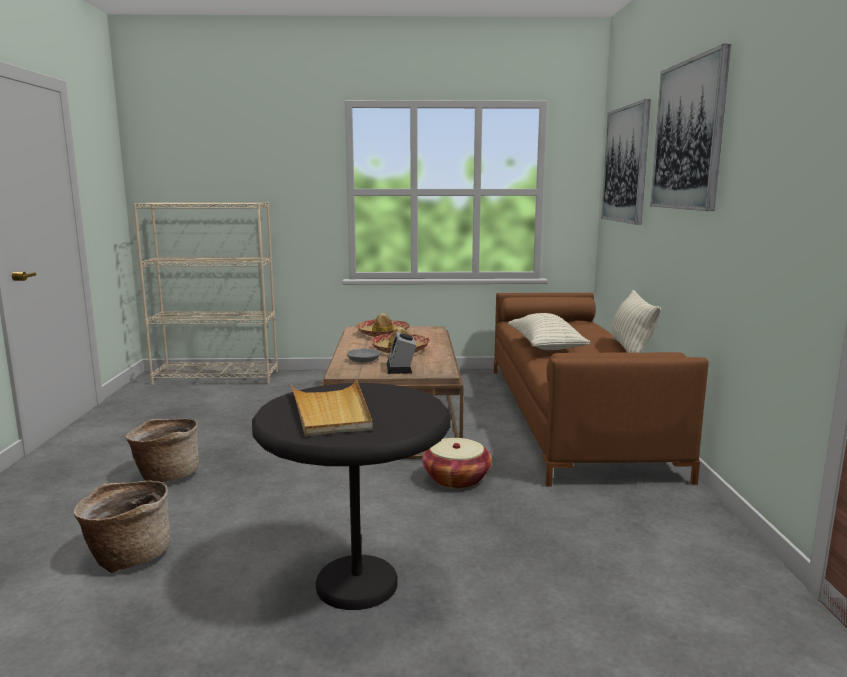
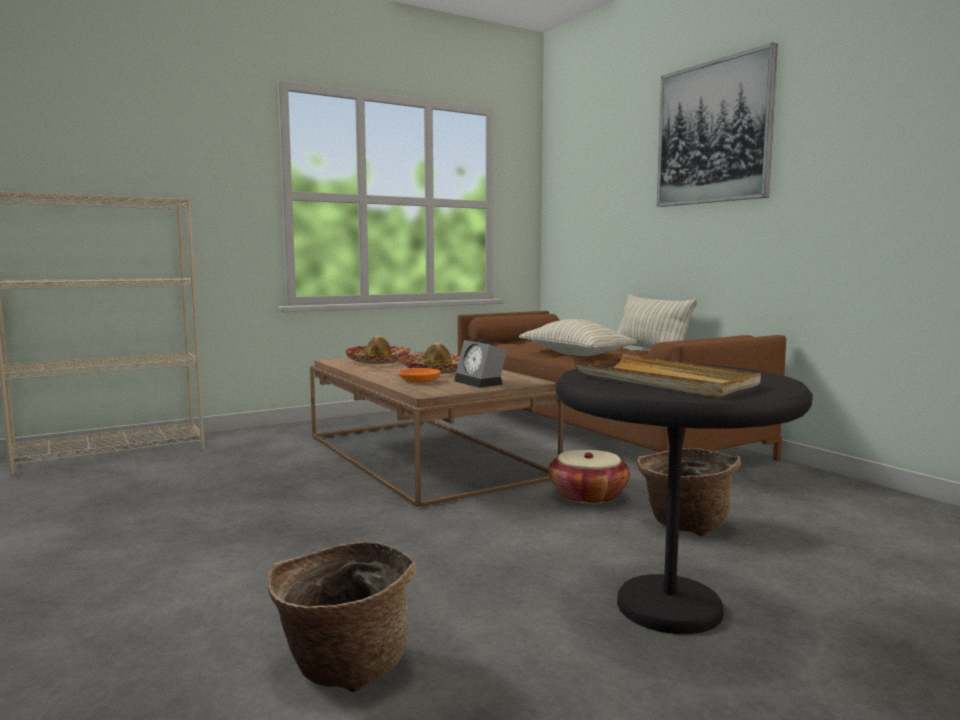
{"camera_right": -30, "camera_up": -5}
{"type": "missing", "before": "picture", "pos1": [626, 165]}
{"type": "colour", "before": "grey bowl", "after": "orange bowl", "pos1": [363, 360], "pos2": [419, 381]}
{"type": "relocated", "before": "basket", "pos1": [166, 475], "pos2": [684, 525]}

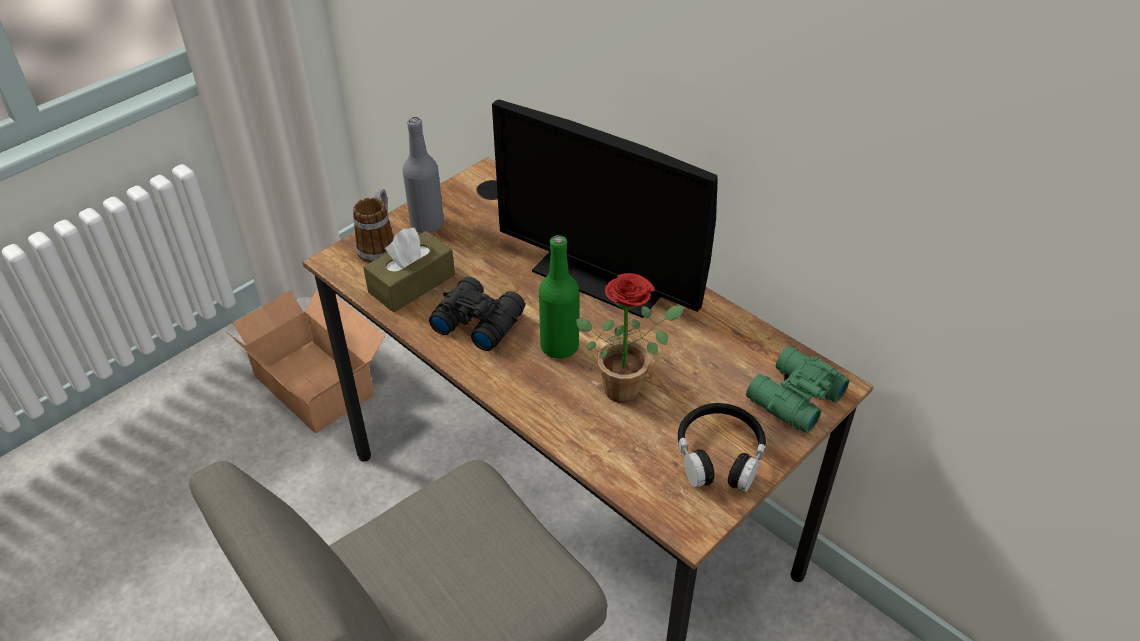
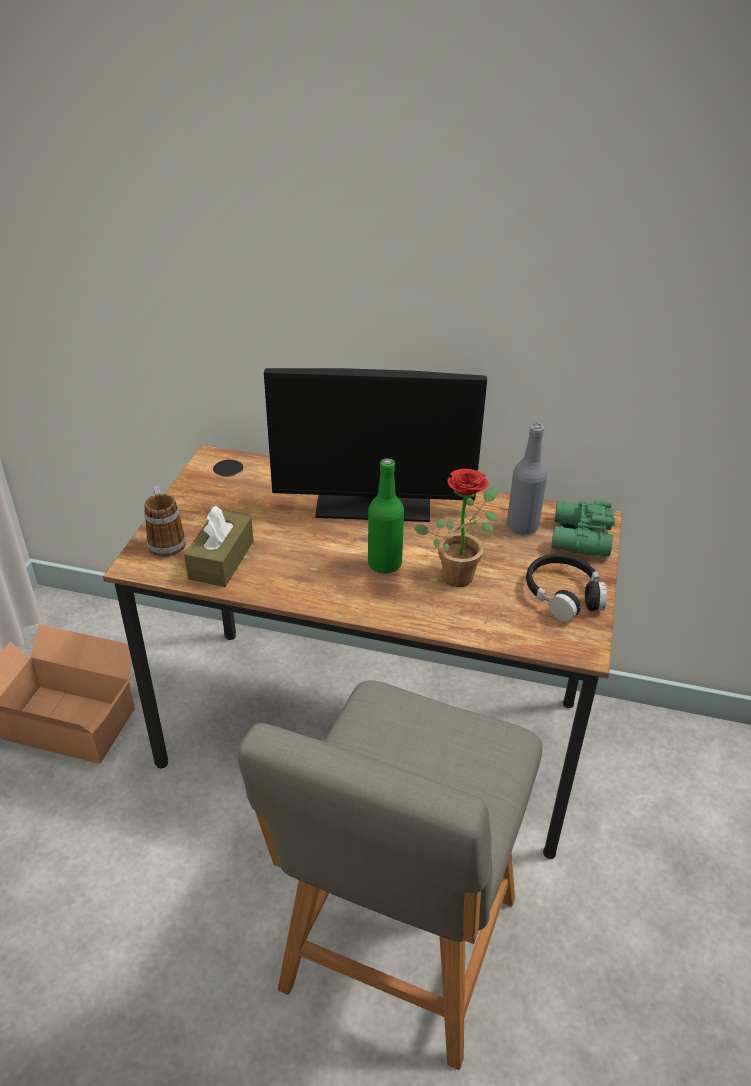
{"camera_right": -30, "camera_up": -5}
{"type": "relocated", "before": "grey bottle", "pos1": [427, 224], "pos2": [522, 526]}
{"type": "missing", "before": "black binoculars", "pos1": [478, 321]}

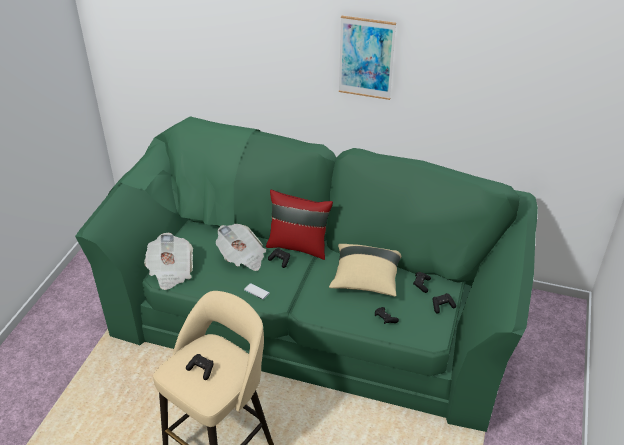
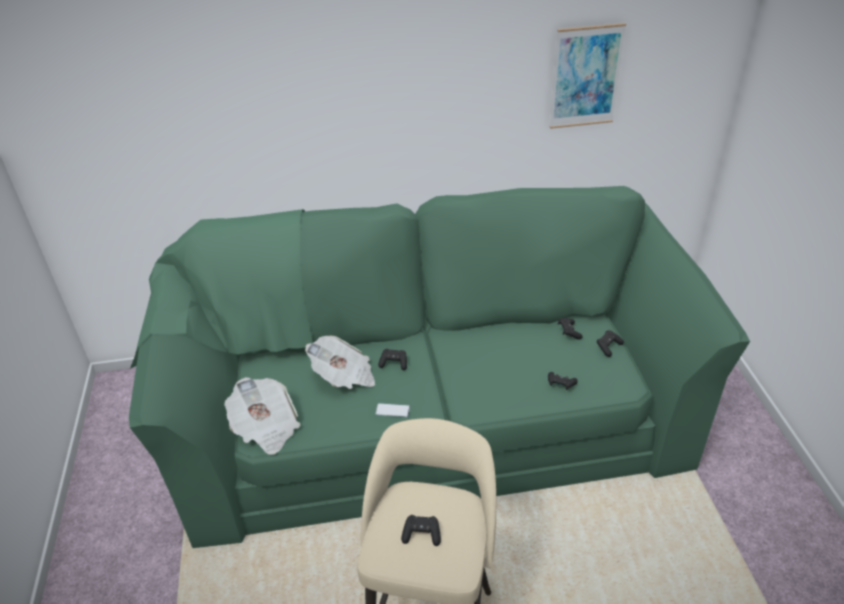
{"camera_right": -25, "camera_up": 0}
{"type": "relocated", "before": "picture", "pos1": [366, 58], "pos2": [585, 77]}
{"type": "missing", "before": "red pillow", "pos1": [298, 246]}
{"type": "missing", "before": "beige pillow", "pos1": [366, 279]}

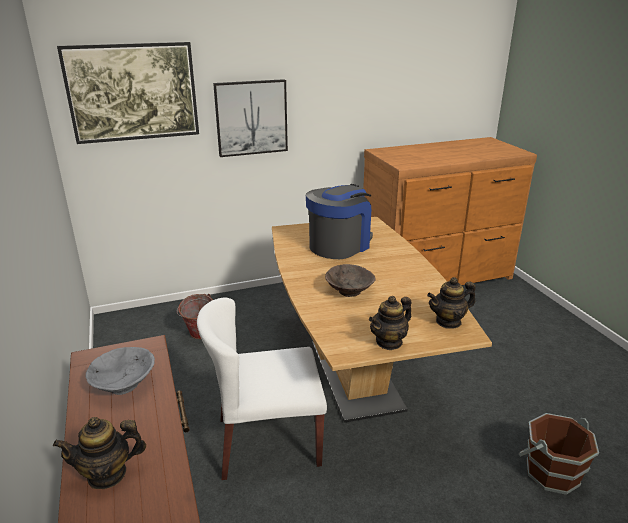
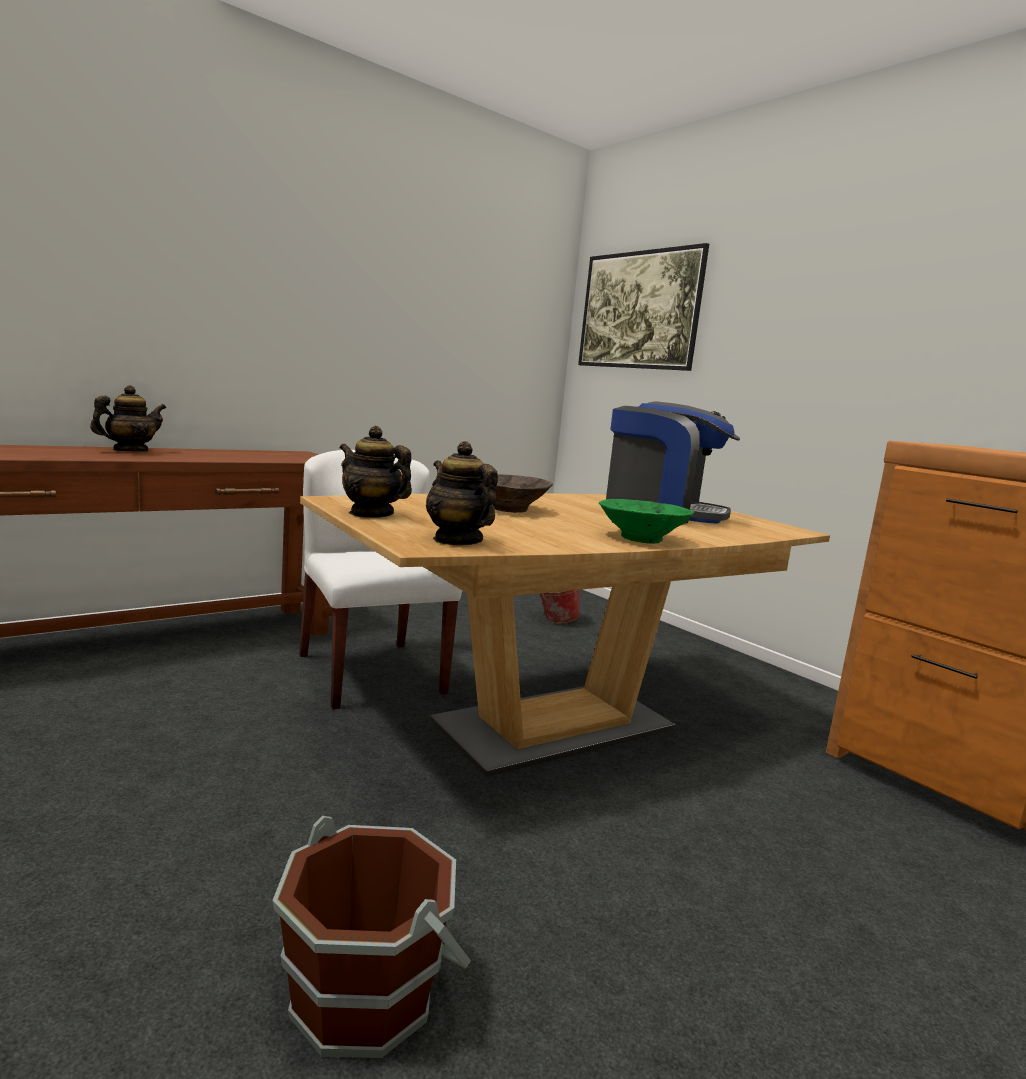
{"camera_right": 70, "camera_up": -15}
{"type": "missing", "before": "picture", "pos1": [251, 118]}
{"type": "missing", "before": "grey bowl", "pos1": [124, 384]}
{"type": "spun", "before": "teapot", "pos1": [107, 474], "pos2": [130, 451], "turn": 75}
{"type": "appeared", "after": "green bowl", "pos2": [643, 539]}

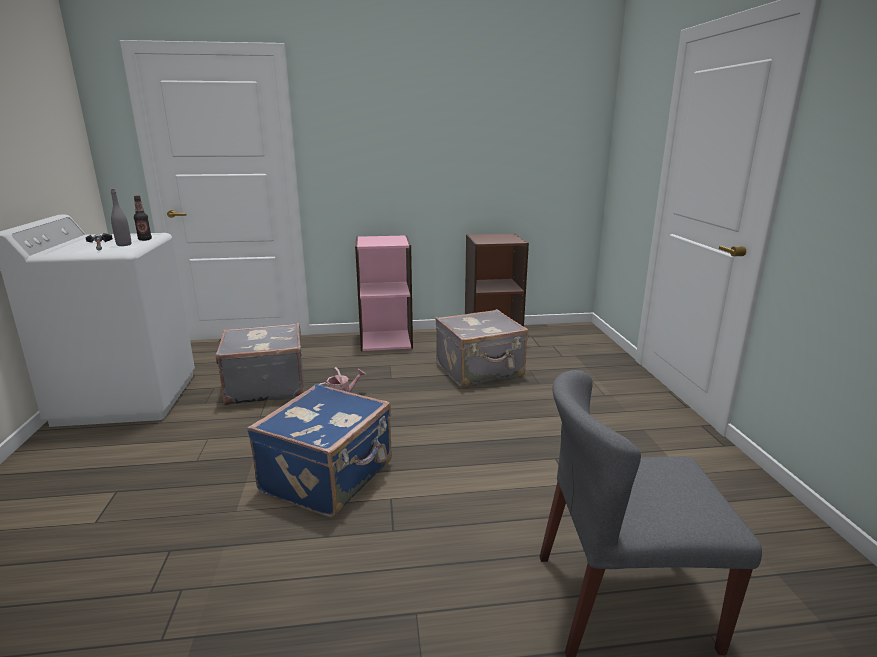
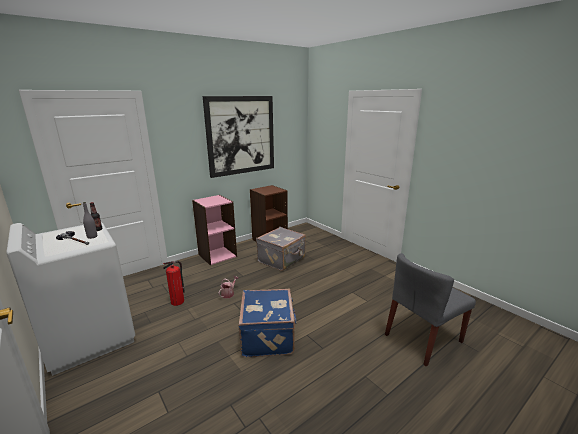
{"camera_right": -30, "camera_up": 0}
{"type": "exchanged", "before": "grey suitcase", "after": "fire extinguisher", "pos1": [265, 387], "pos2": [177, 301]}
{"type": "appeared", "after": "picture", "pos2": [241, 135]}

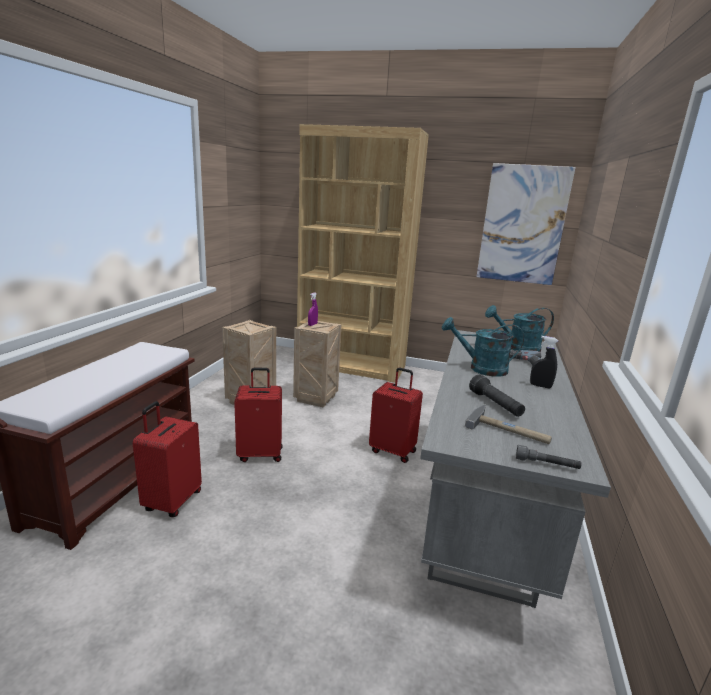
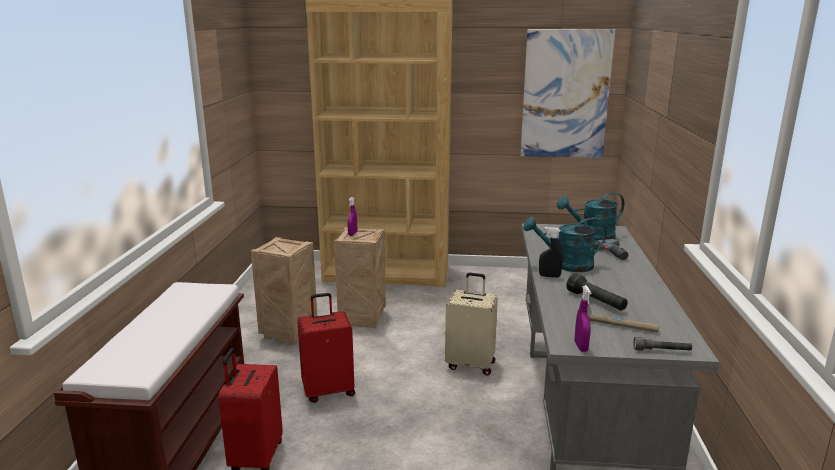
{"camera_right": -10, "camera_up": 0}
{"type": "relocated", "before": "black spray bottle", "pos1": [540, 386], "pos2": [549, 276]}
{"type": "colour", "before": "red suitcase", "after": "beige suitcase", "pos1": [393, 451], "pos2": [471, 364]}
{"type": "appeared", "after": "purple spray bottle", "pos2": [581, 347]}

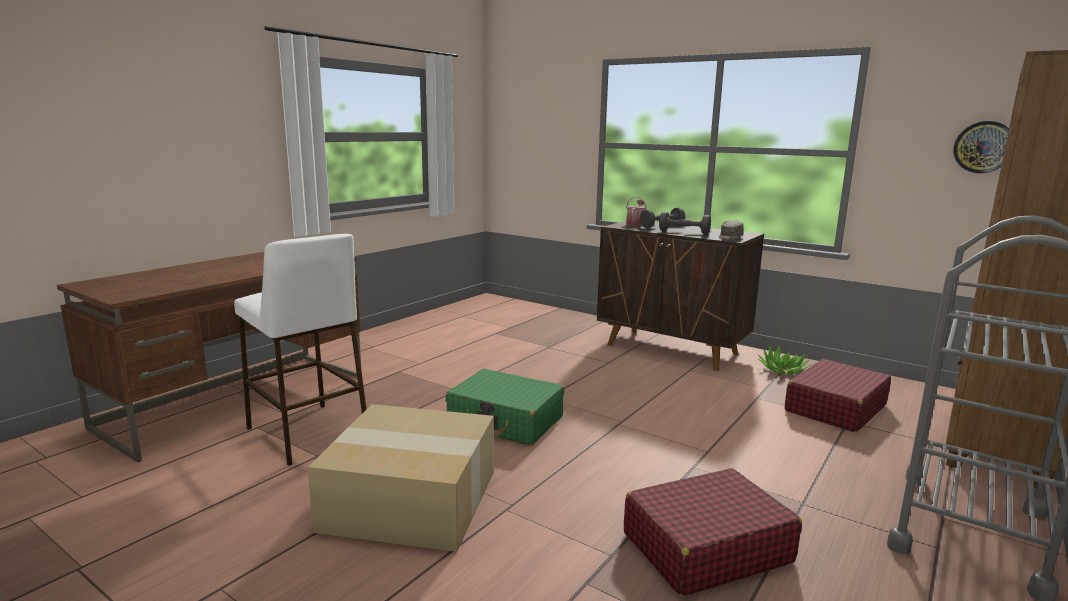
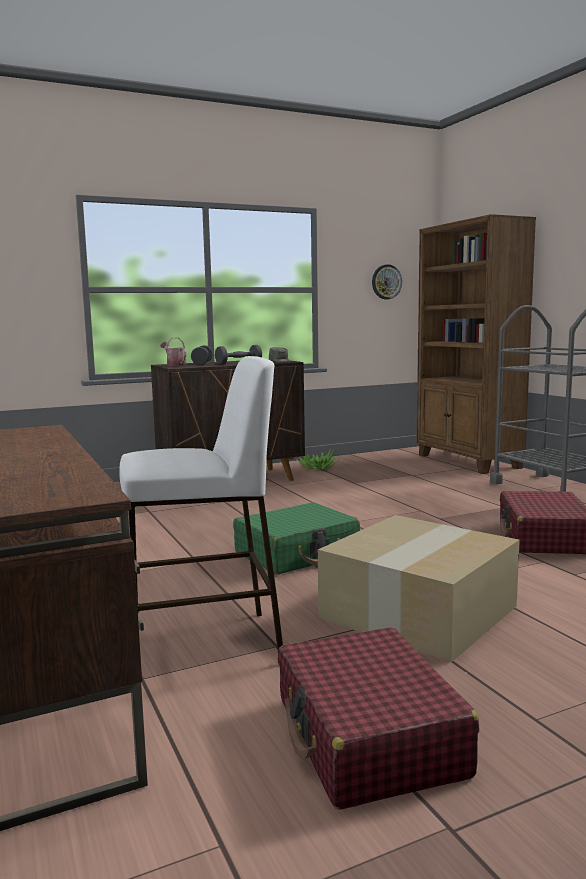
{"camera_right": -60, "camera_up": -5}
{"type": "relocated", "before": "red suitcase", "pos1": [835, 408], "pos2": [368, 737]}

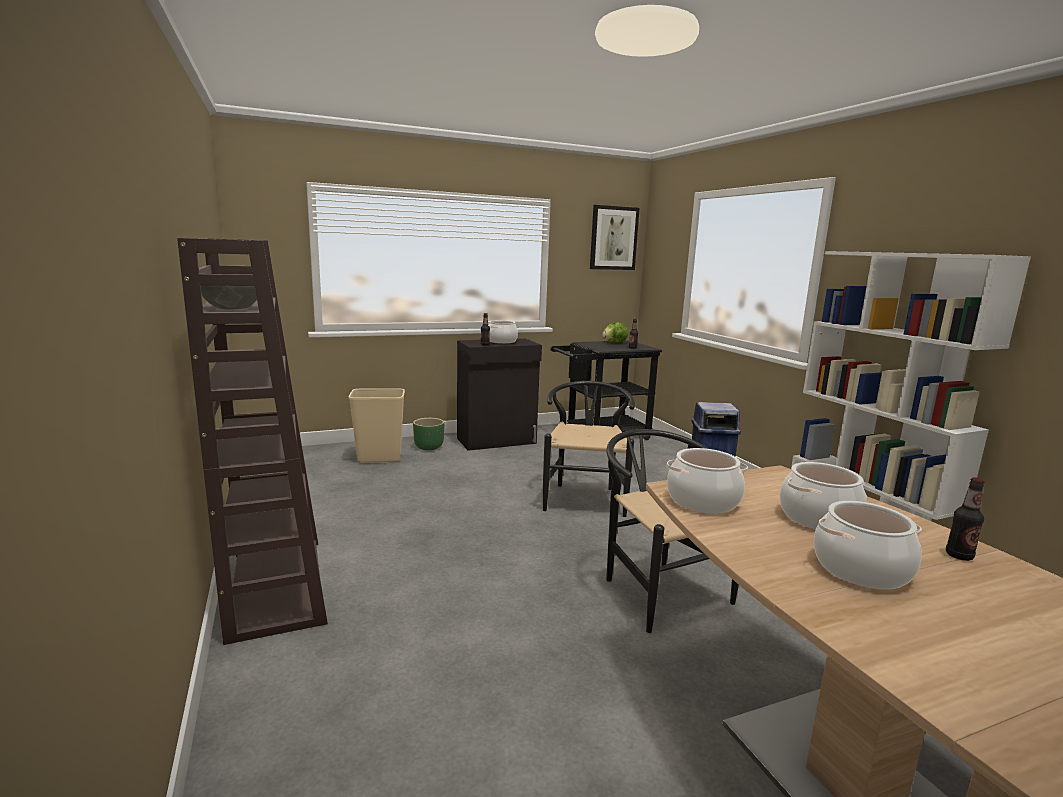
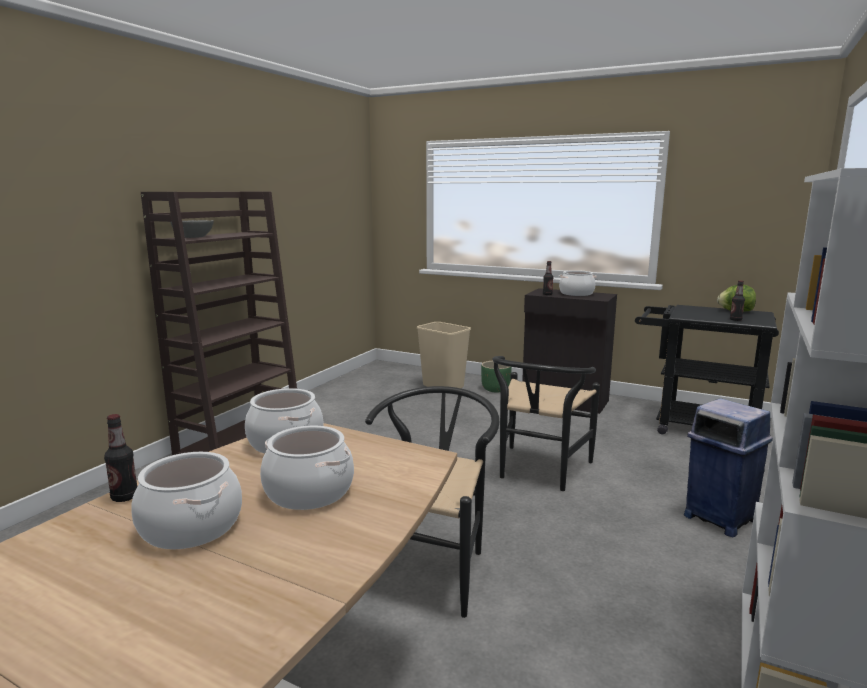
{"camera_right": 50, "camera_up": 0}
{"type": "missing", "before": "picture", "pos1": [613, 238]}
{"type": "spun", "before": "black chair", "pos1": [584, 497], "pos2": [539, 471], "turn": 150}
{"type": "relocated", "before": "bottle", "pos1": [959, 556], "pos2": [124, 497]}

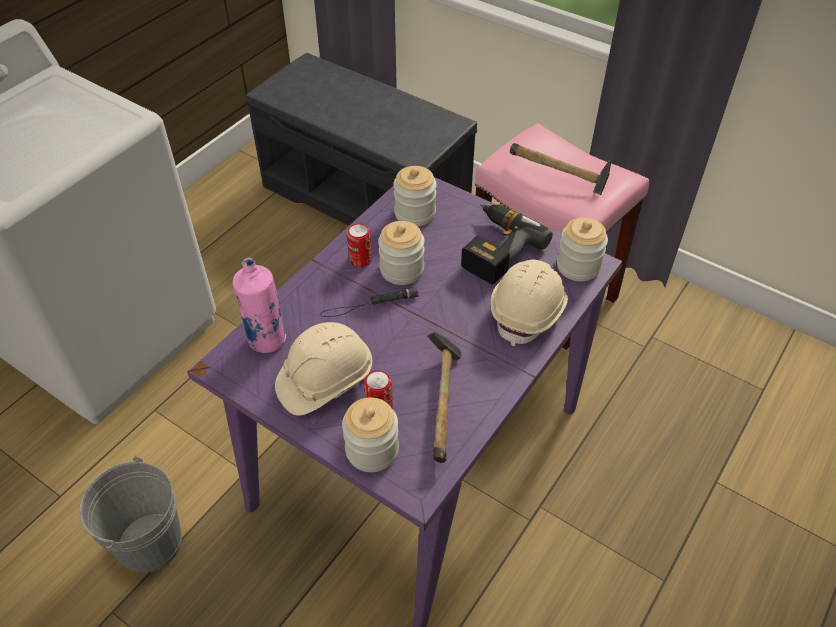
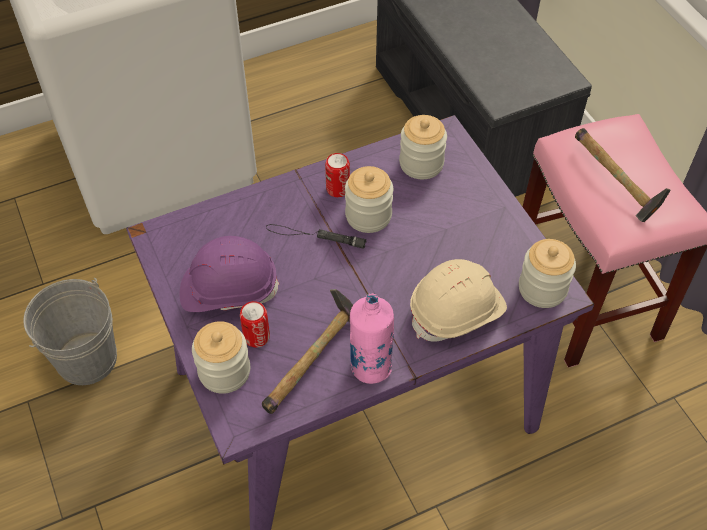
{"camera_right": 30, "camera_up": 5}
{"type": "missing", "before": "power drill", "pos1": [494, 248]}
{"type": "relocated", "before": "pink bottle", "pos1": [266, 340], "pos2": [370, 367]}
{"type": "colour", "before": "beige hard hat", "after": "purple hard hat", "pos1": [324, 380], "pos2": [228, 289]}

